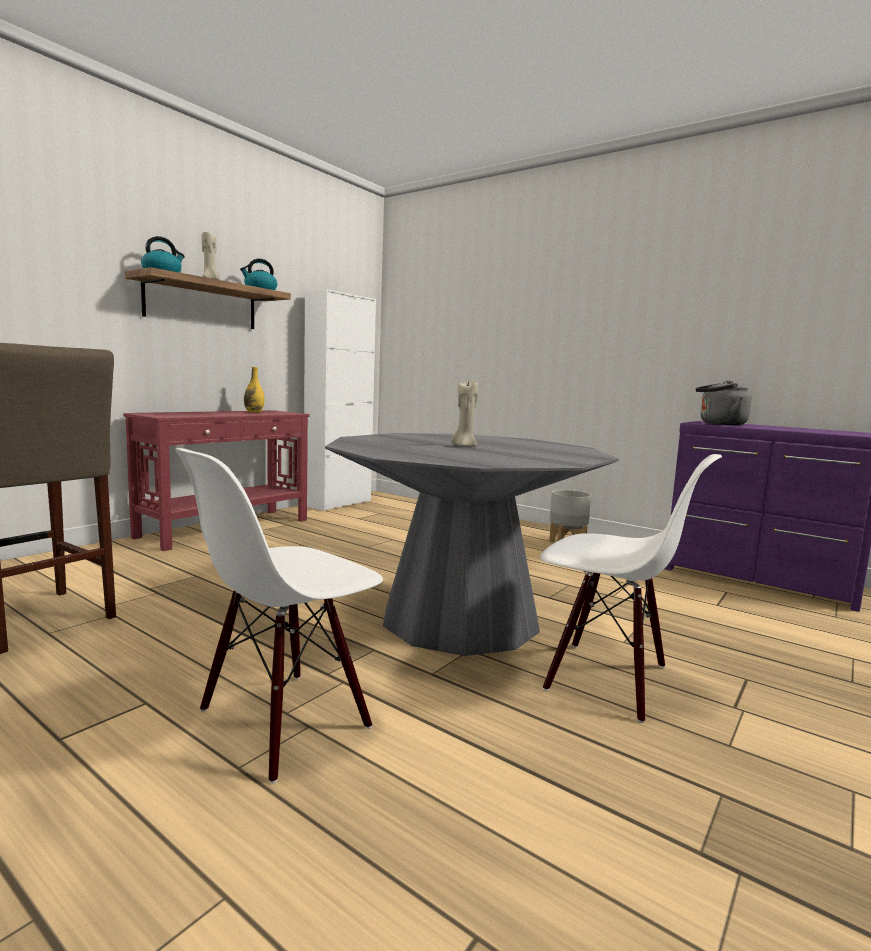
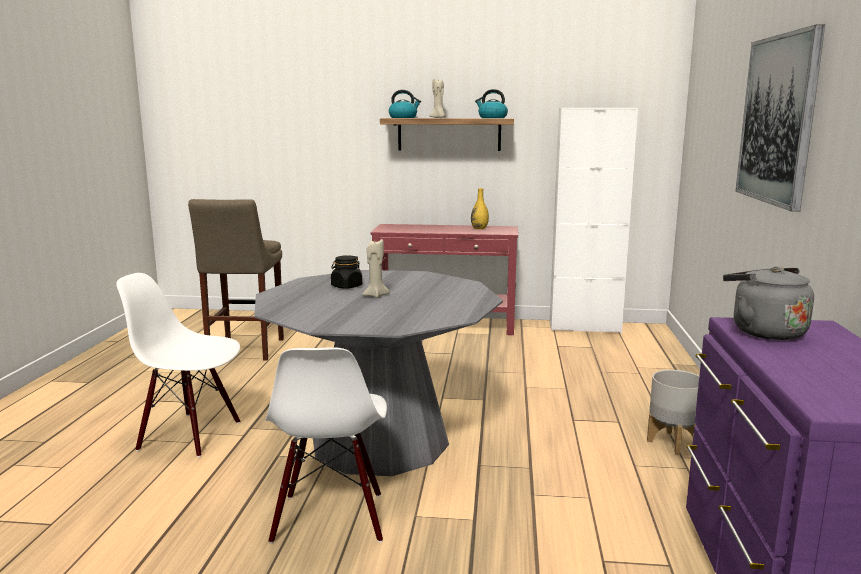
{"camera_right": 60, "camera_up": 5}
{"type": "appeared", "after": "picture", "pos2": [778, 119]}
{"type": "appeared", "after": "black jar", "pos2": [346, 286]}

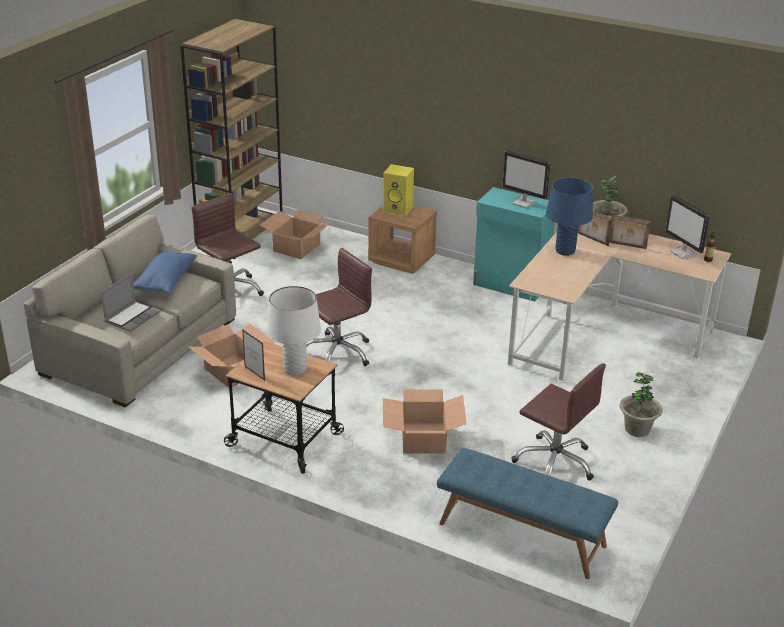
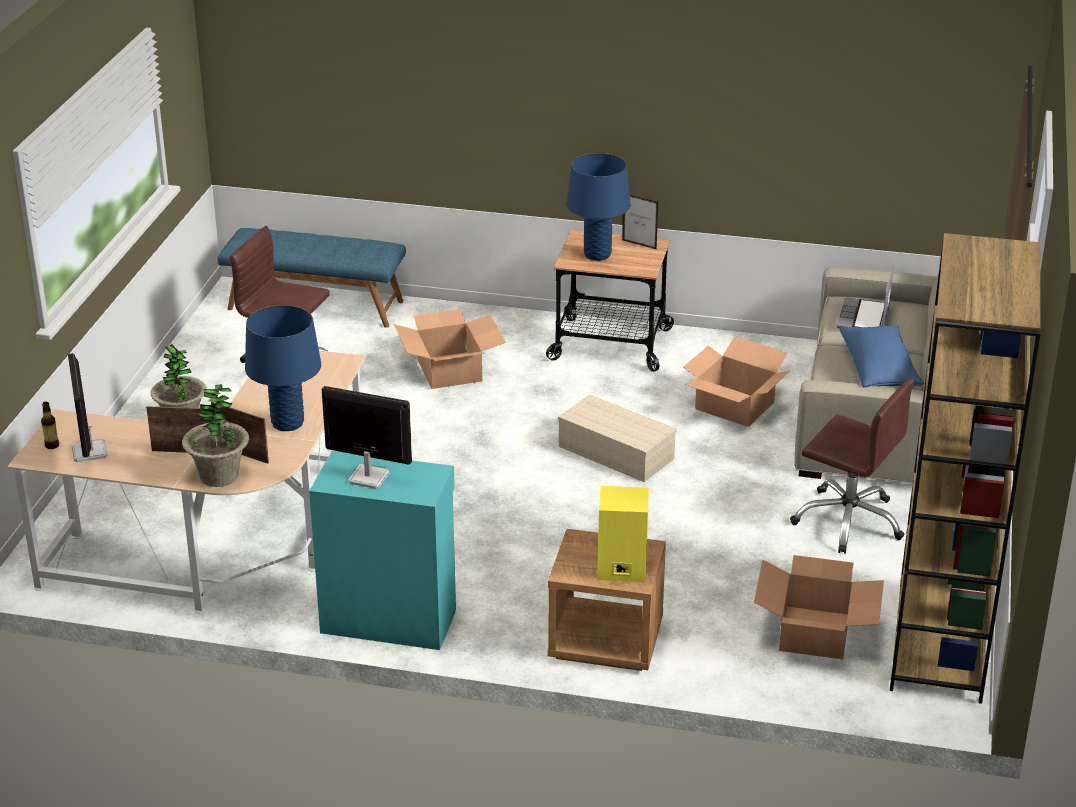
{"camera_right": 165, "camera_up": 0}
{"type": "spun", "before": "monitor", "pos1": [683, 253], "pos2": [90, 452], "turn": -150}
{"type": "exchanged", "before": "brown office chair", "after": "beige storage box", "pos1": [337, 353], "pos2": [614, 452]}
{"type": "colour", "before": "white table lamp", "after": "blue table lamp", "pos1": [295, 369], "pos2": [597, 255]}

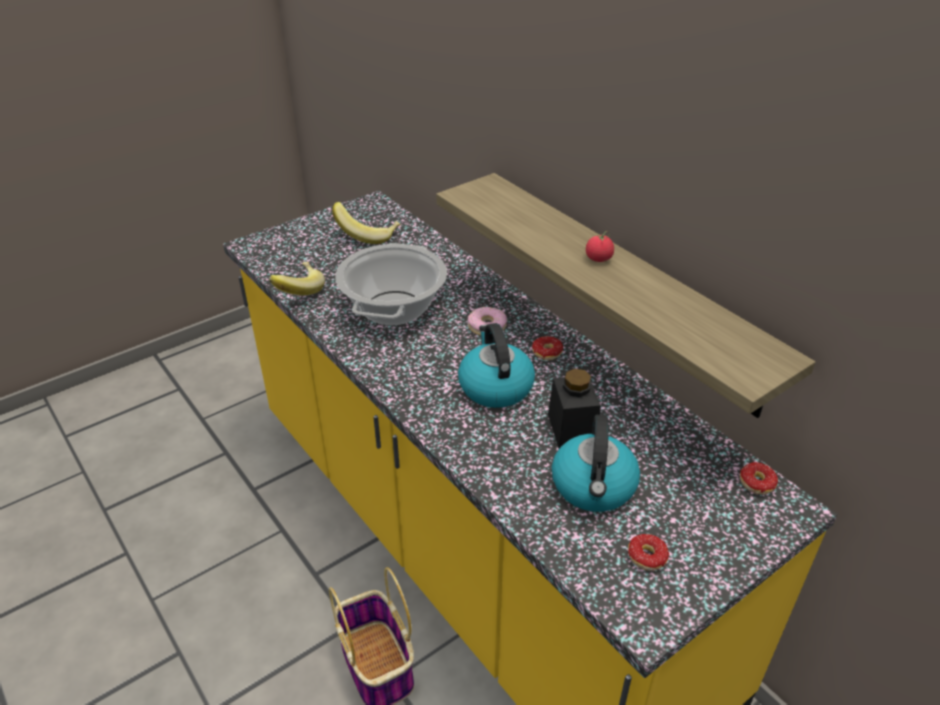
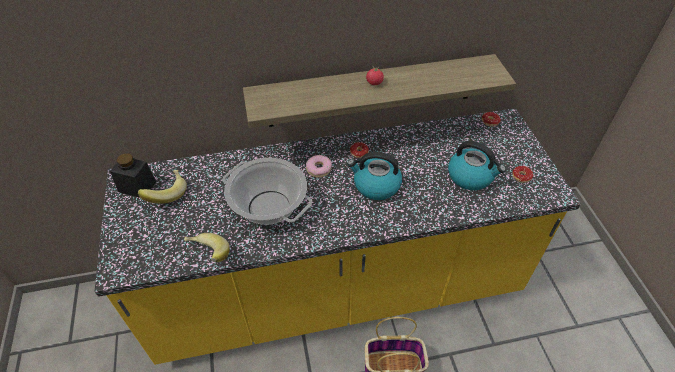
{"camera_right": -65, "camera_up": 10}
{"type": "relocated", "before": "black jar", "pos1": [572, 429], "pos2": [137, 187]}

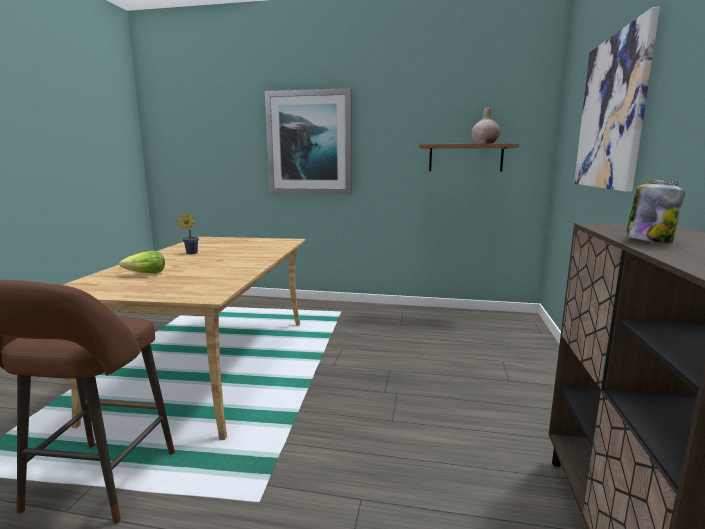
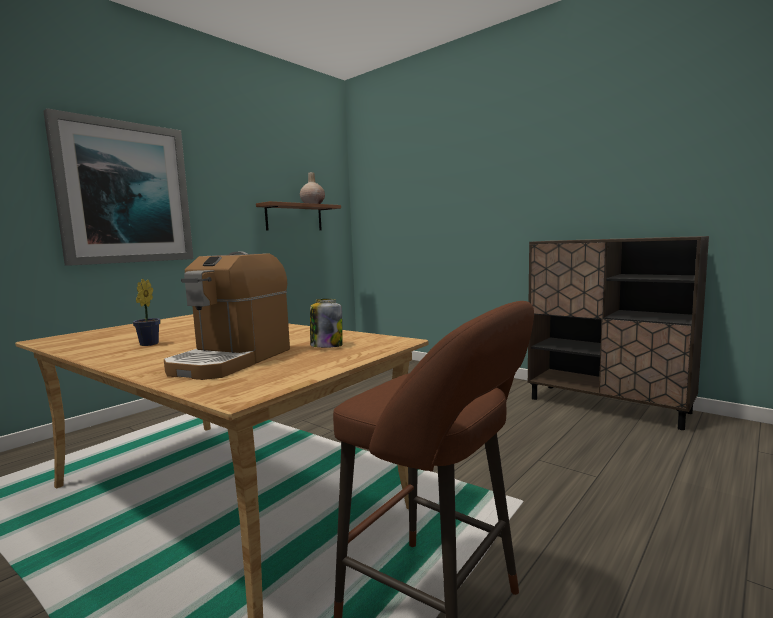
{"camera_right": -60, "camera_up": -5}
{"type": "missing", "before": "picture", "pos1": [611, 113]}
{"type": "relocated", "before": "jar", "pos1": [648, 240], "pos2": [326, 346]}
{"type": "exchanged", "before": "lettuce", "after": "coffee machine", "pos1": [145, 274], "pos2": [232, 360]}

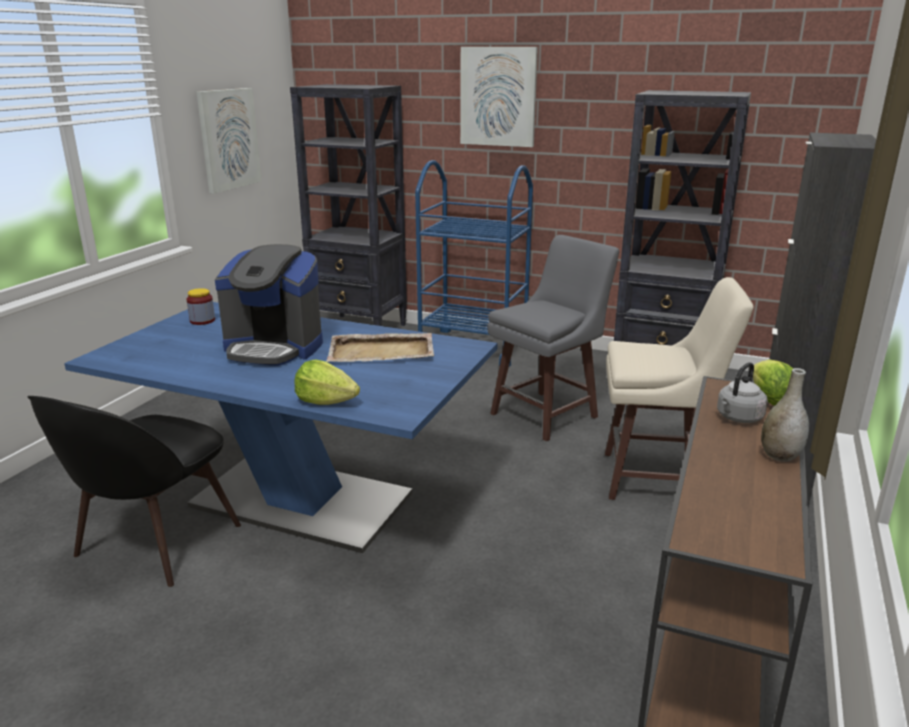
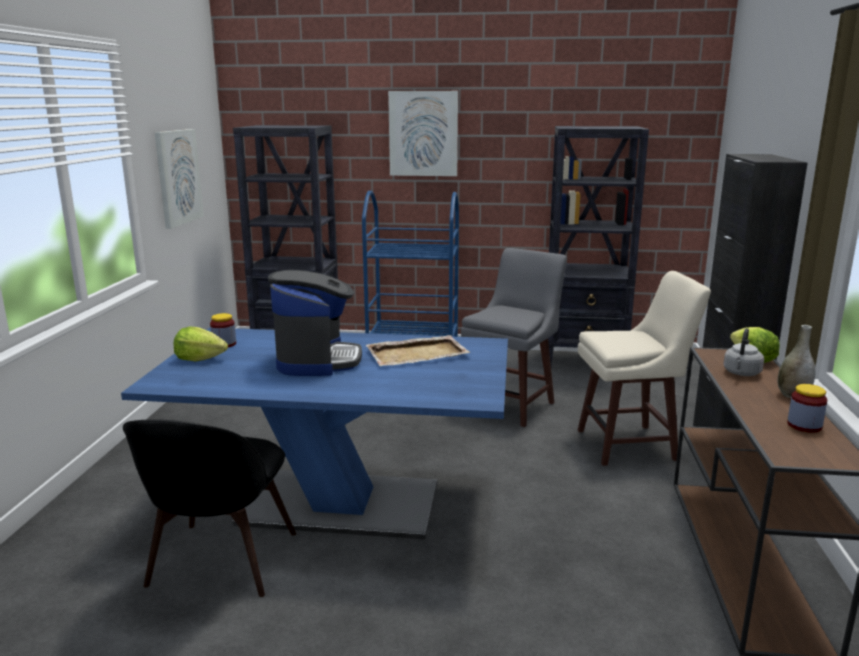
{"camera_right": -15, "camera_up": -5}
{"type": "spun", "before": "coffee machine", "pos1": [274, 348], "pos2": [317, 360], "turn": -90}
{"type": "relocated", "before": "lettuce", "pos1": [326, 401], "pos2": [200, 359]}
{"type": "appeared", "after": "jar", "pos2": [804, 425]}

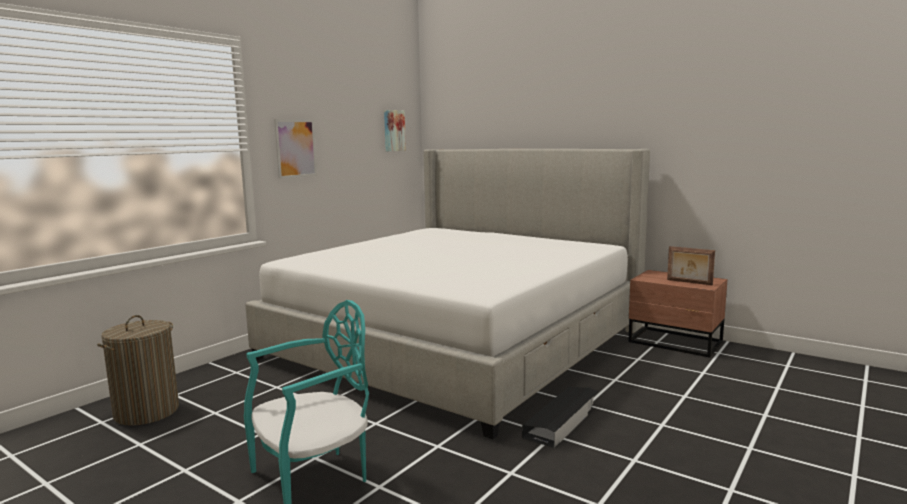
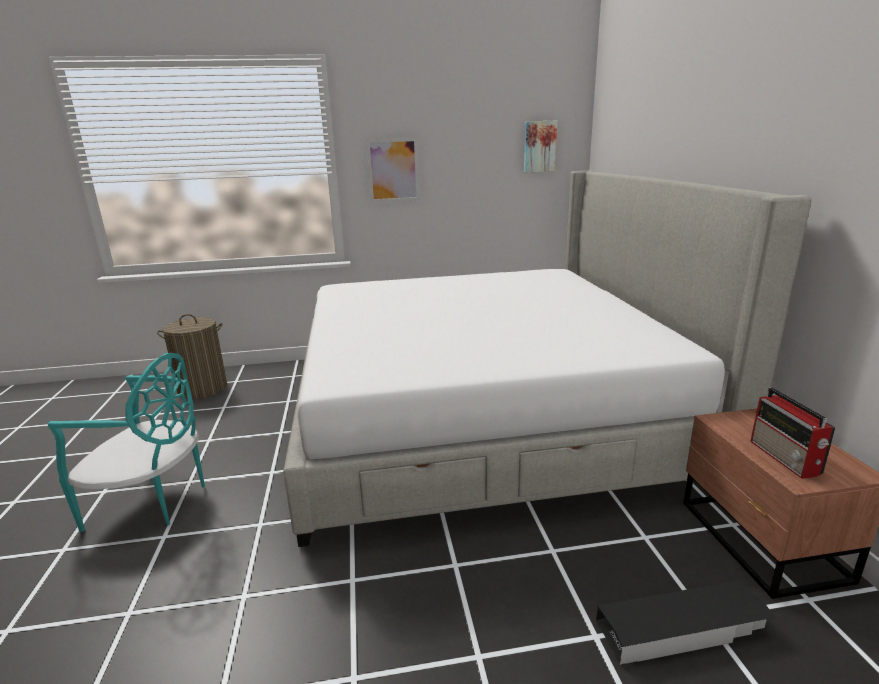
{"camera_right": 45, "camera_up": 10}
{"type": "exchanged", "before": "picture frame", "after": "radio", "pos1": [689, 282], "pos2": [785, 458]}
{"type": "relocated", "before": "black storage box", "pos1": [562, 421], "pos2": [682, 628]}

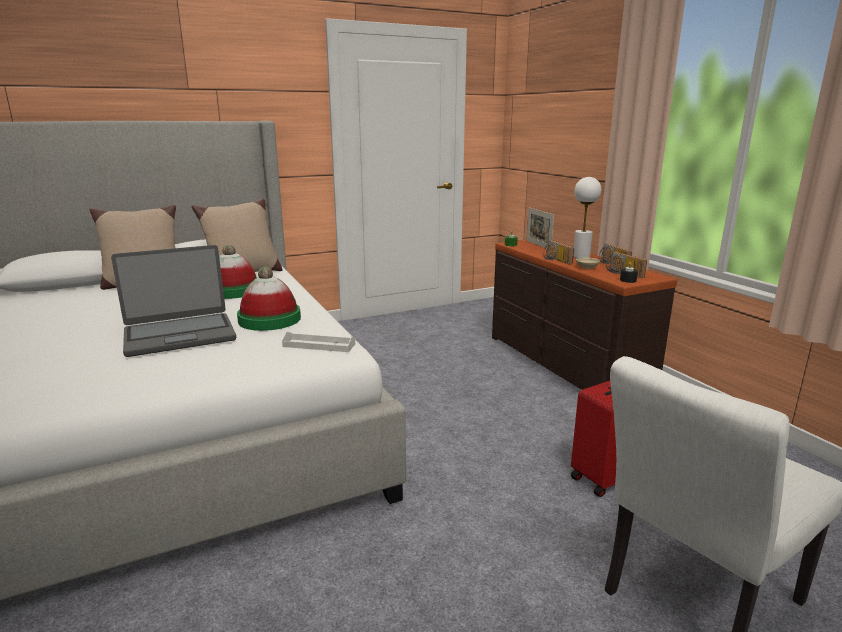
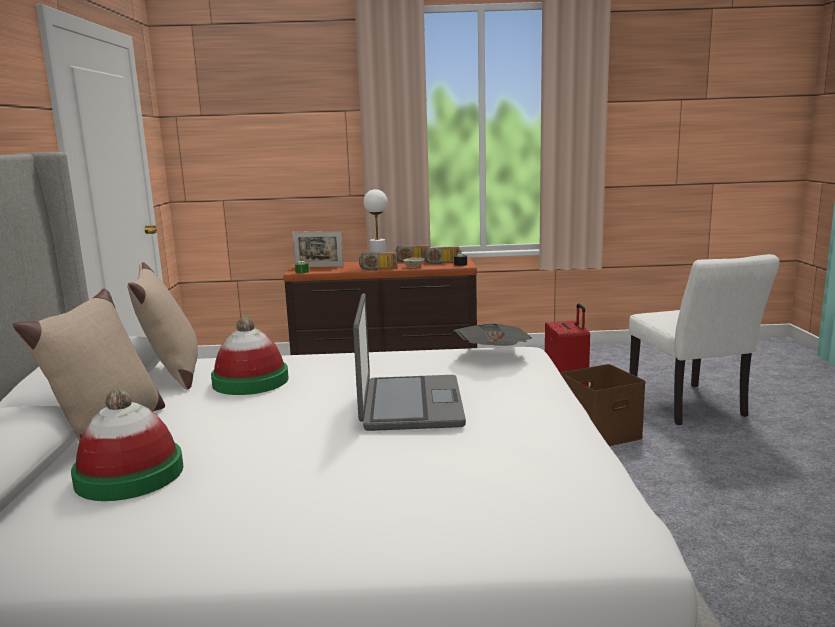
{"camera_right": -65, "camera_up": -5}
{"type": "relocated", "before": "hat", "pos1": [269, 319], "pos2": [129, 475]}
{"type": "exchanged", "before": "white tray", "after": "newspaper", "pos1": [319, 345], "pos2": [494, 356]}
{"type": "appeared", "after": "brown storage box", "pos2": [600, 432]}

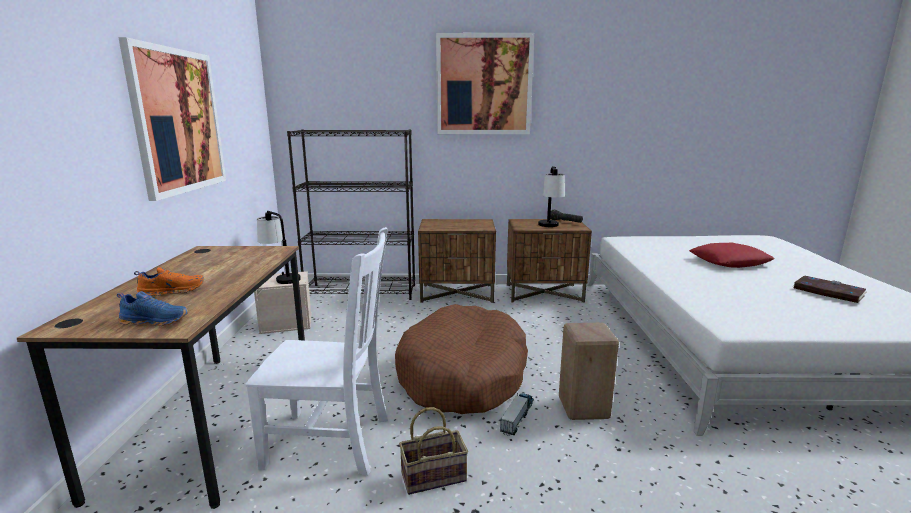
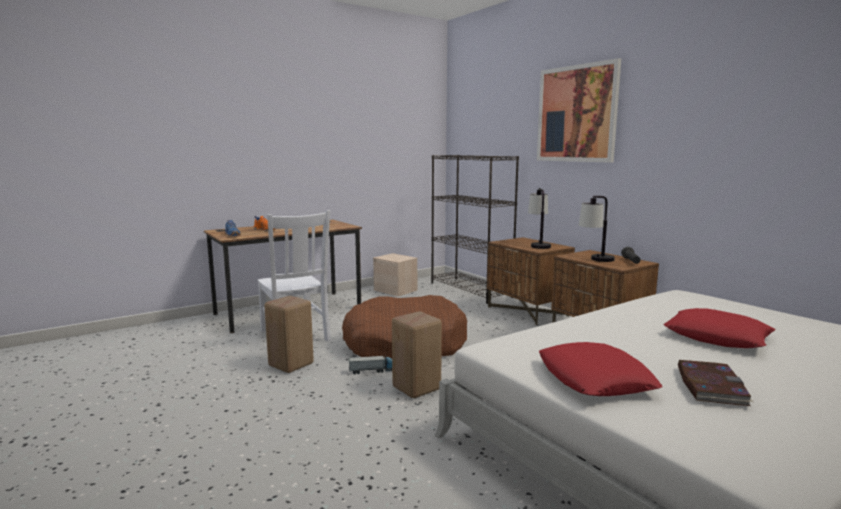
{"camera_right": 55, "camera_up": -5}
{"type": "missing", "before": "picture", "pos1": [178, 121]}
{"type": "relocated", "before": "table lamp", "pos1": [281, 278], "pos2": [538, 245]}
{"type": "exchanged", "before": "basket", "after": "beige stool", "pos1": [435, 475], "pos2": [292, 364]}
{"type": "appeared", "after": "red pillow", "pos2": [595, 379]}

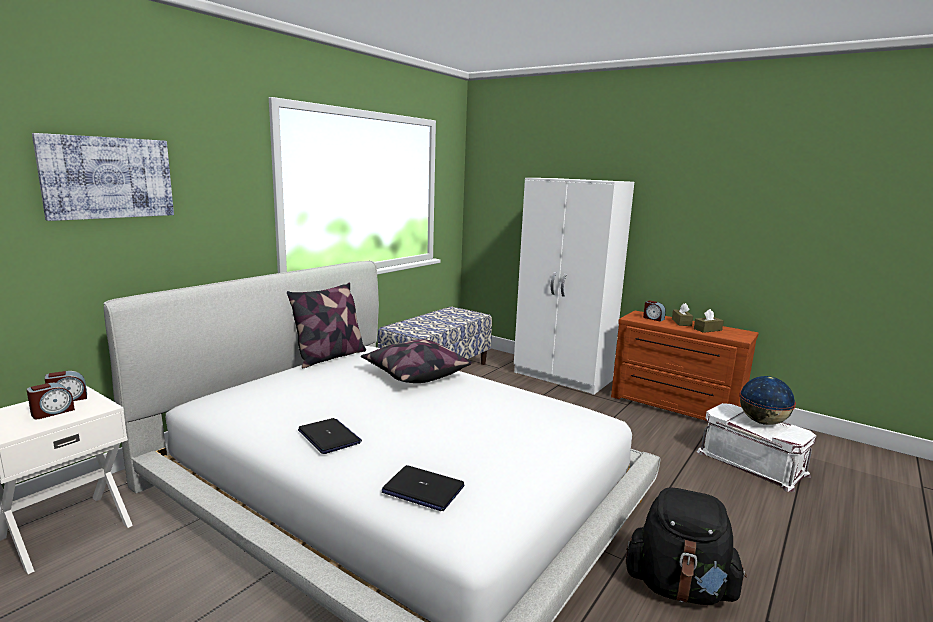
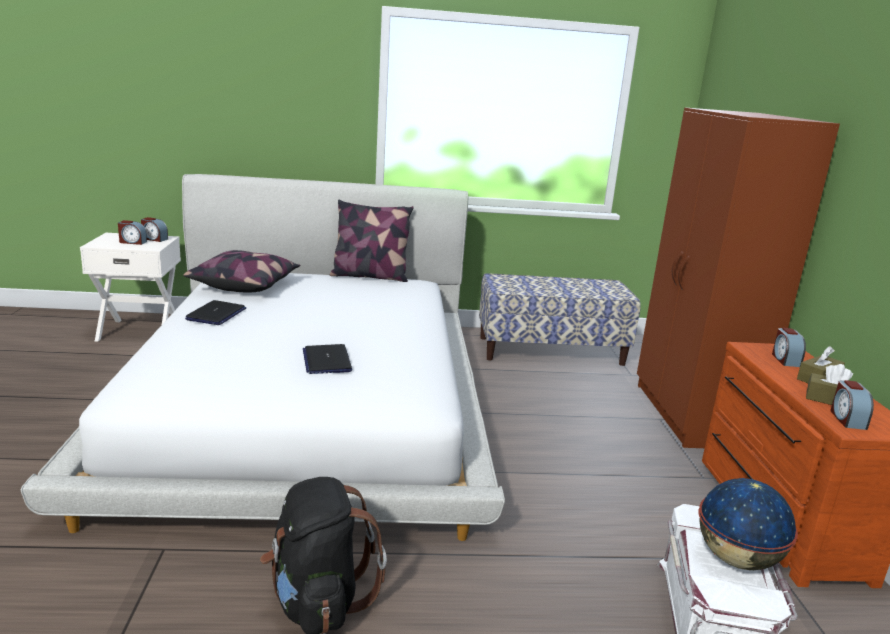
{"camera_right": 50, "camera_up": 5}
{"type": "missing", "before": "picture", "pos1": [108, 177]}
{"type": "colour", "before": "white wardrobe", "after": "brown wardrobe", "pos1": [563, 377], "pos2": [690, 416]}
{"type": "relocated", "before": "pillow", "pos1": [414, 374], "pos2": [245, 285]}
{"type": "relocated", "before": "laptop", "pos1": [422, 489], "pos2": [326, 360]}
{"type": "appeared", "after": "alarm clock", "pos2": [847, 419]}

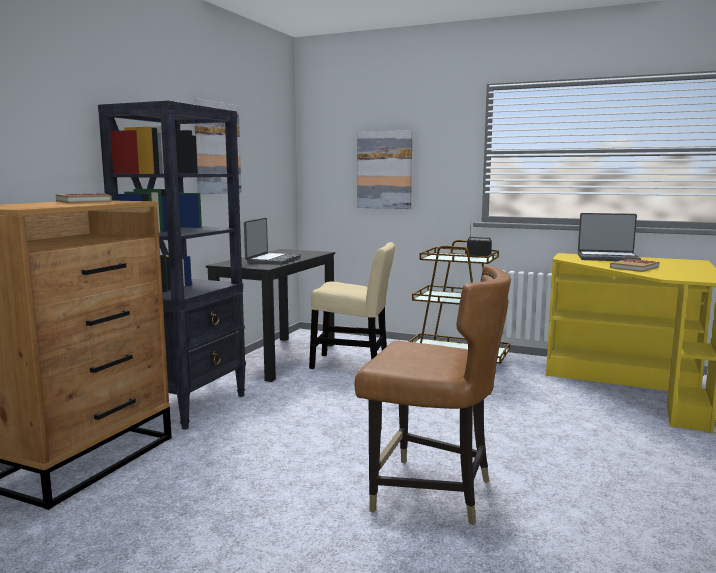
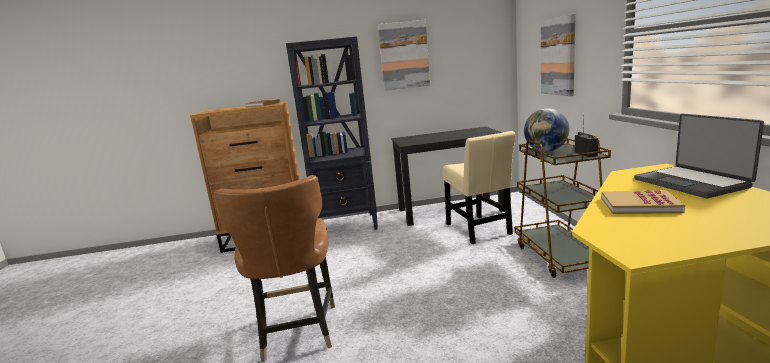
{"camera_right": 60, "camera_up": 5}
{"type": "missing", "before": "laptop", "pos1": [272, 260]}
{"type": "appeared", "after": "globe", "pos2": [546, 151]}

